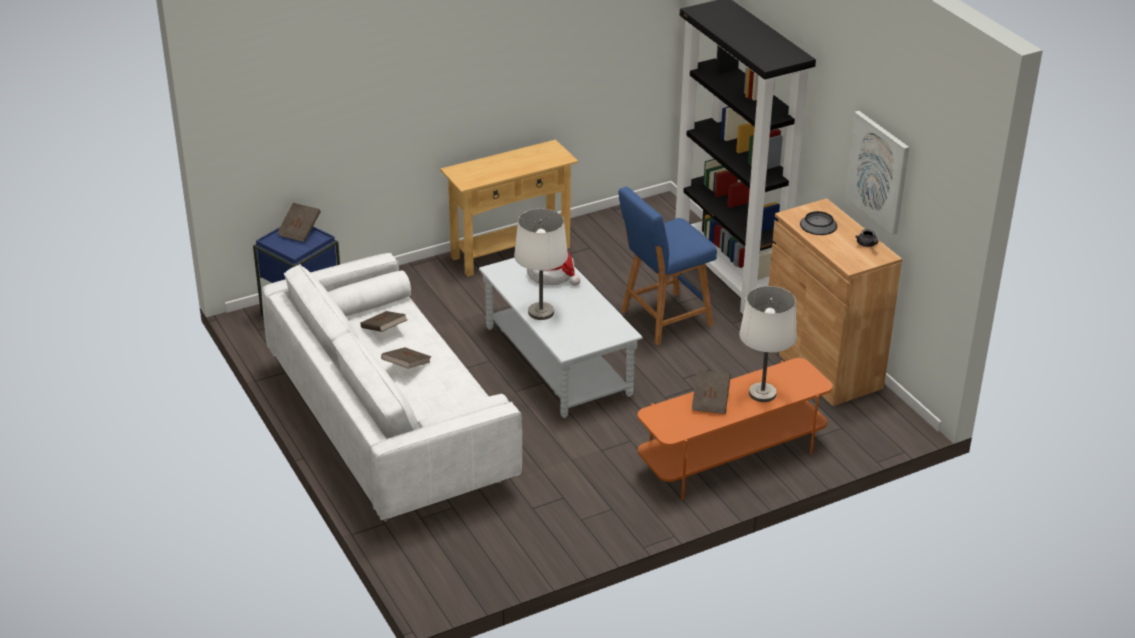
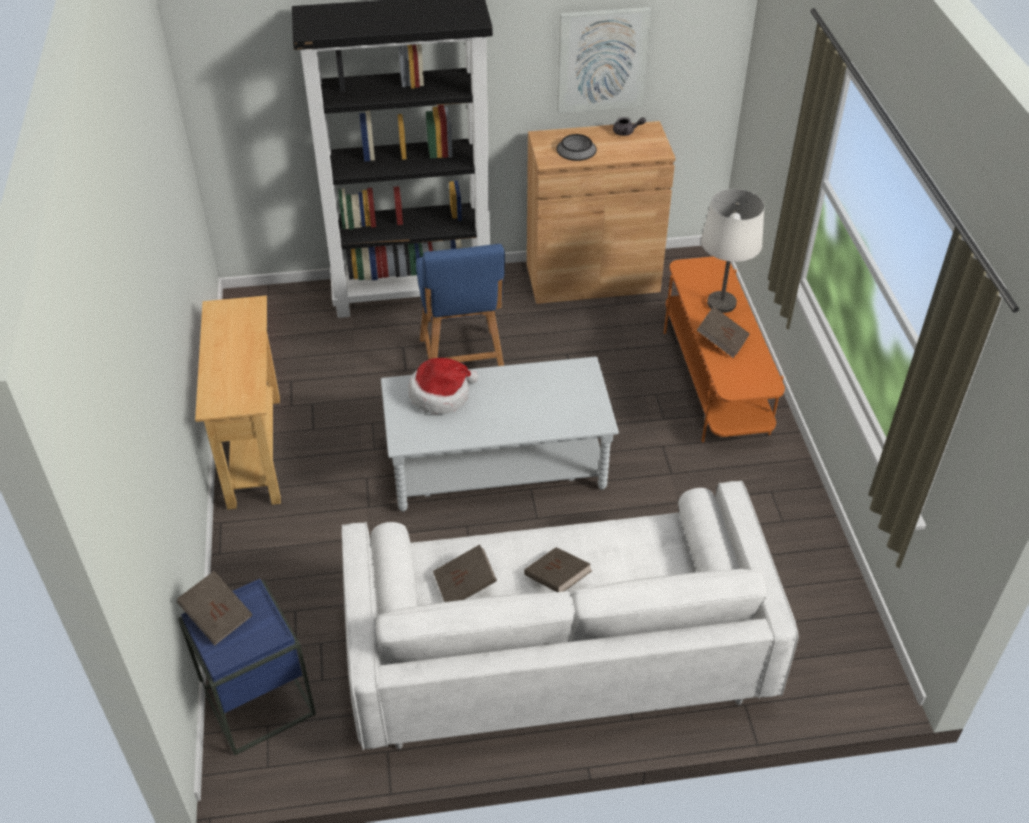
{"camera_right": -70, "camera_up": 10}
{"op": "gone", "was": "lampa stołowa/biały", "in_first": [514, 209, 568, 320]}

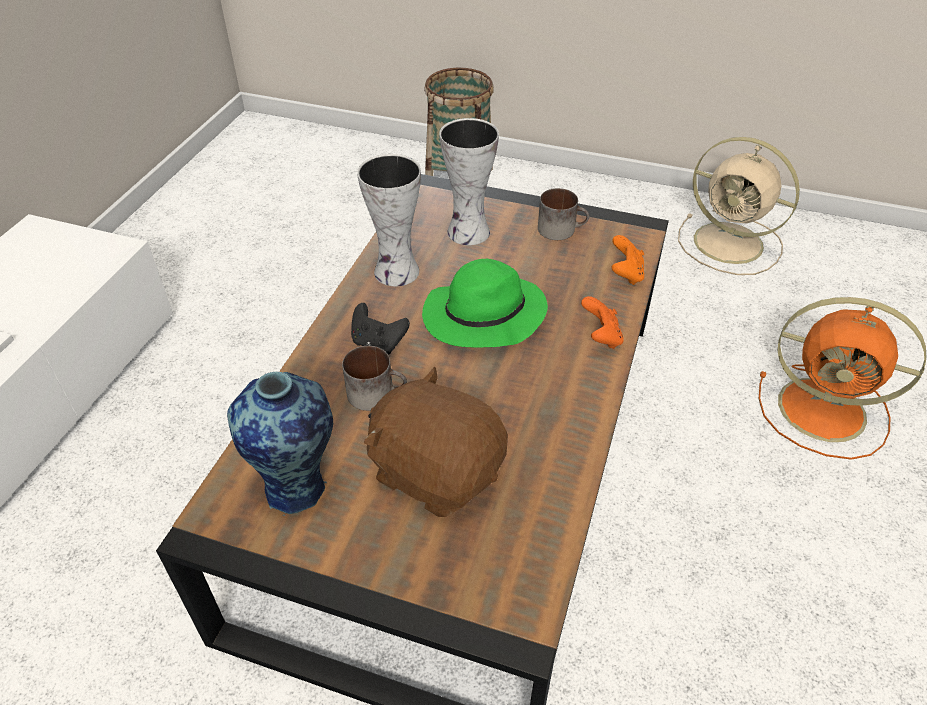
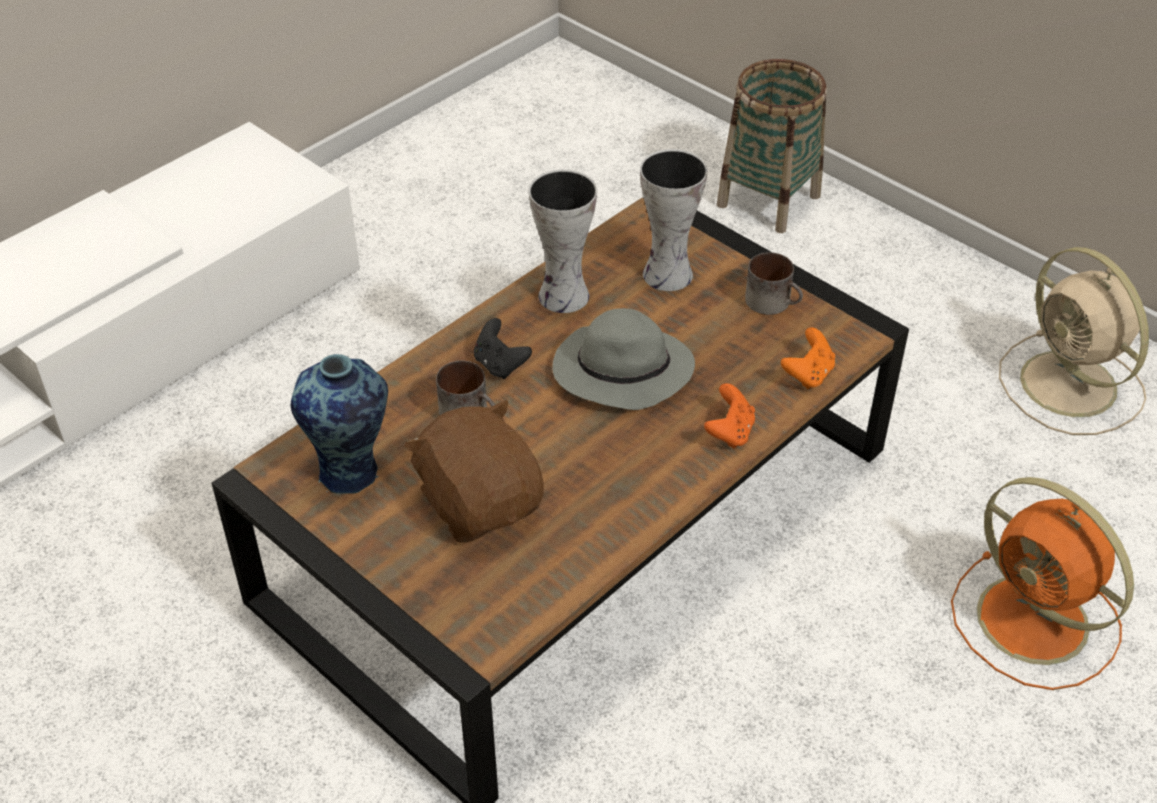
{"camera_right": 25, "camera_up": 0}
{"op": "repainted", "was": "kapelusz/zielony", "now": "kapelusz/szary", "in_first": [422, 259, 548, 348], "in_second": [552, 308, 695, 410]}

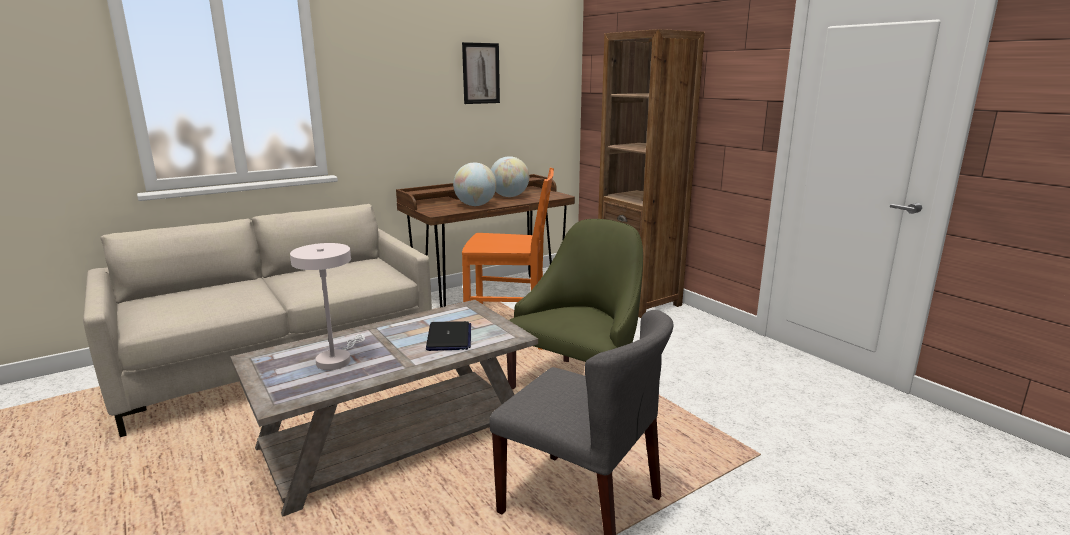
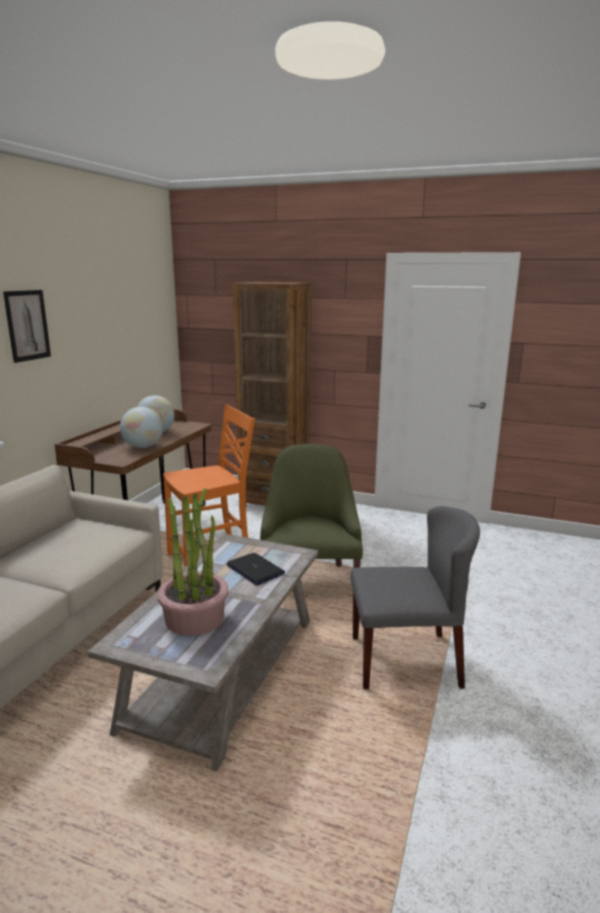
{"camera_right": -35, "camera_up": 0}
{"op": "swapped", "was": "lampa stołowa/biały", "now": "roślina doniczkowa", "in_first": [290, 243, 365, 370], "in_second": [157, 488, 229, 636]}
{"op": "shifted", "was": "obraz", "in_first": [462, 42, 500, 104], "in_second": [3, 290, 51, 363]}

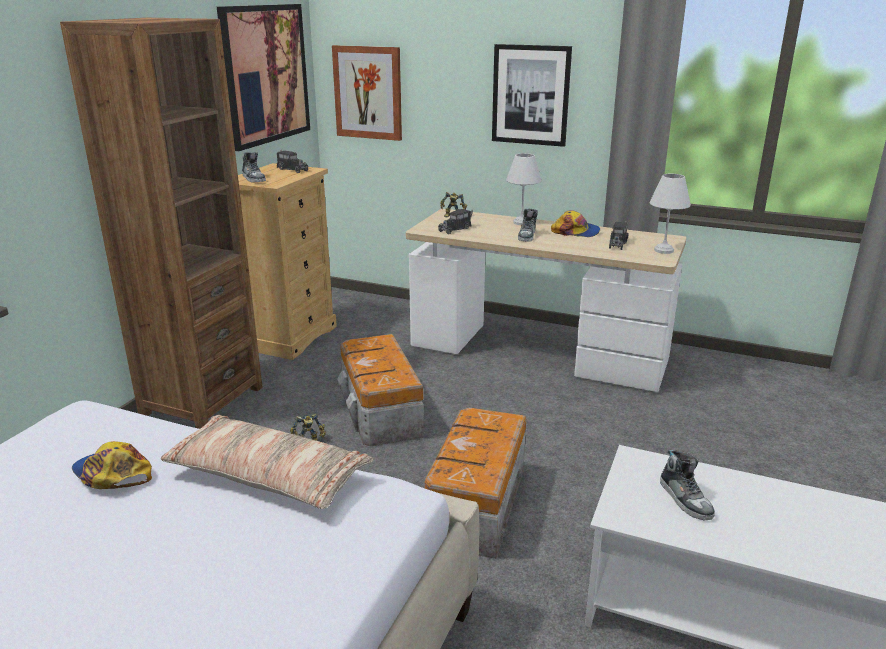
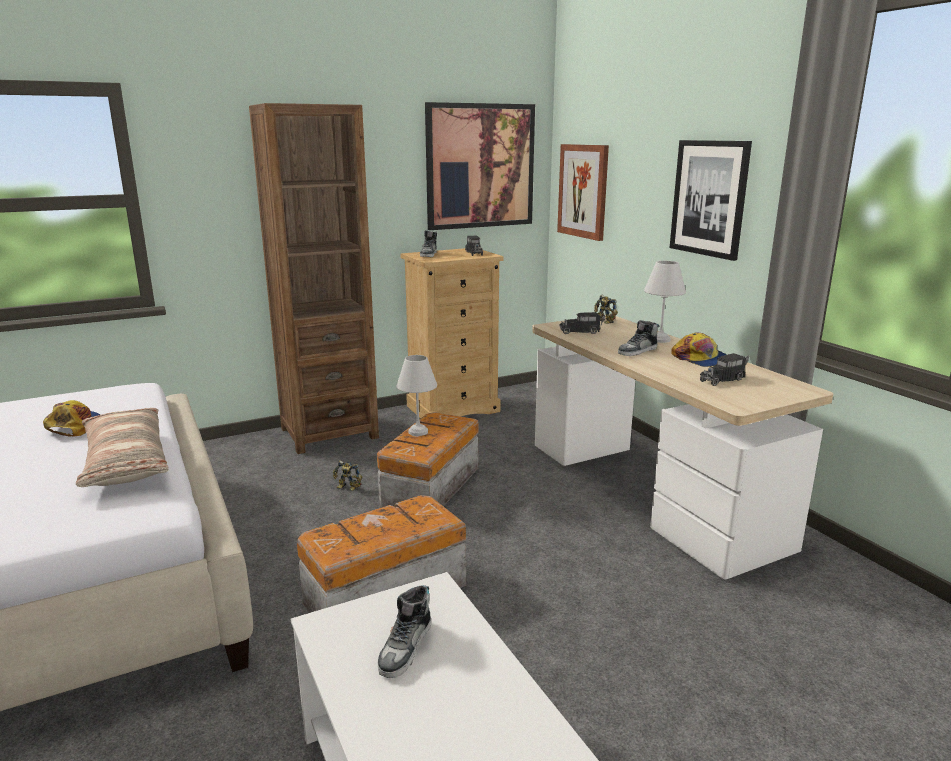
{"camera_right": 40, "camera_up": -5}
{"op": "shifted", "was": "lampa stołowa/biały", "in_first": [650, 174, 691, 254], "in_second": [396, 355, 437, 436]}

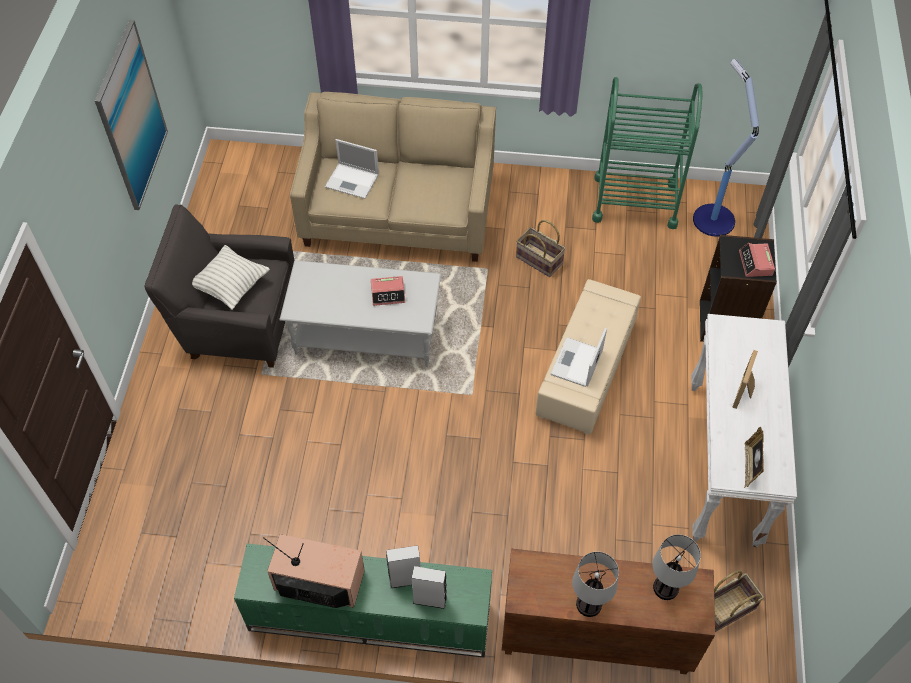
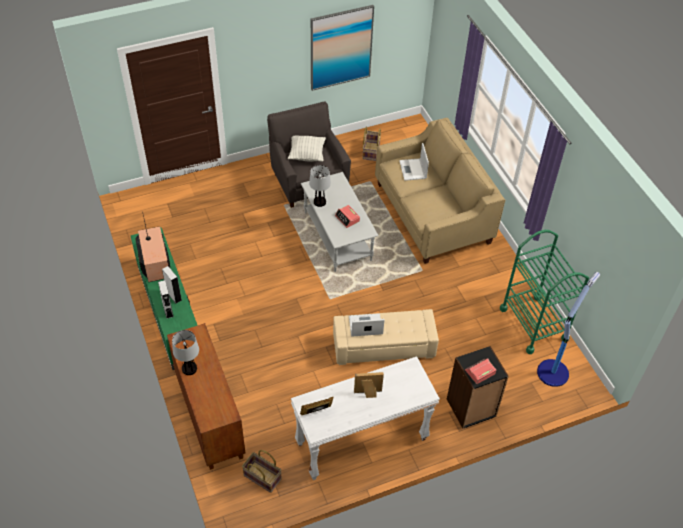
{"camera_right": 60, "camera_up": -5}
{"op": "shifted", "was": "koszyk", "in_first": [516, 220, 566, 277], "in_second": [362, 127, 381, 161]}
{"op": "shifted", "was": "lampa stołowa", "in_first": [652, 535, 701, 600], "in_second": [309, 165, 331, 207]}

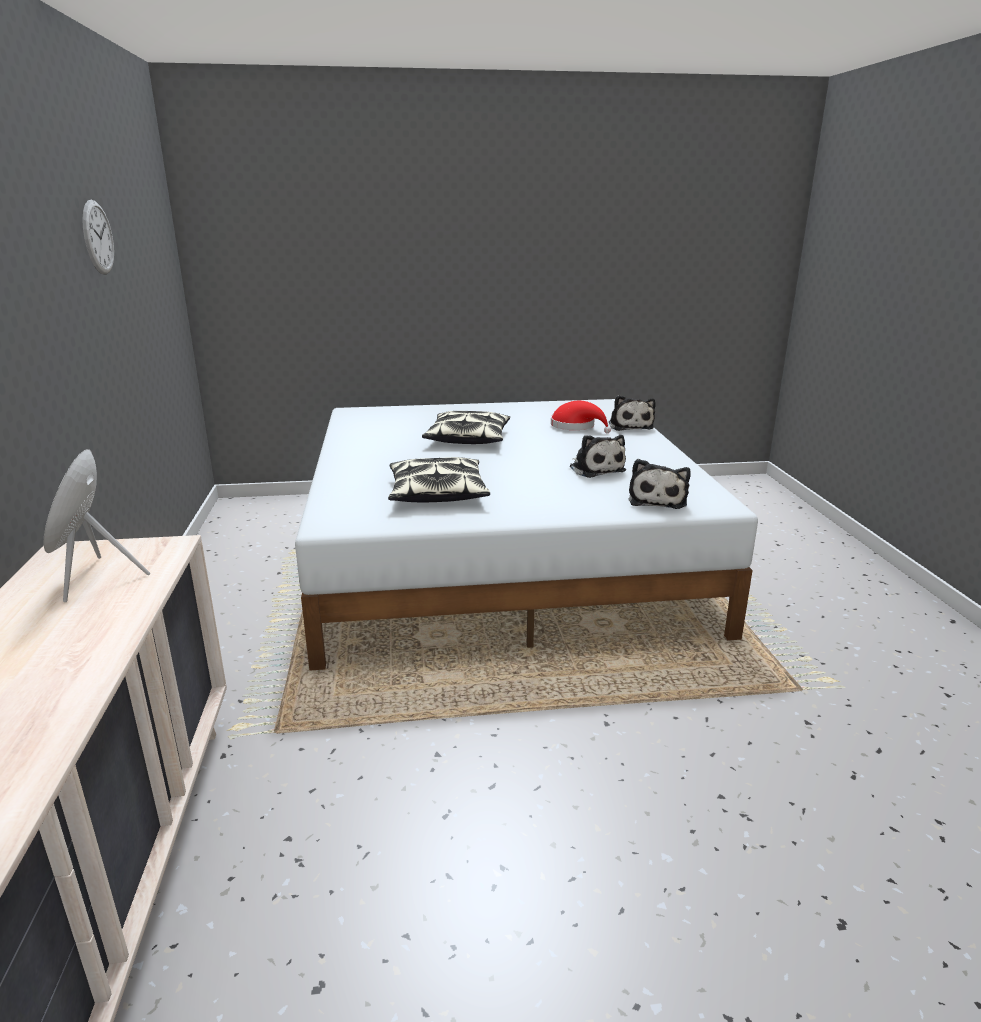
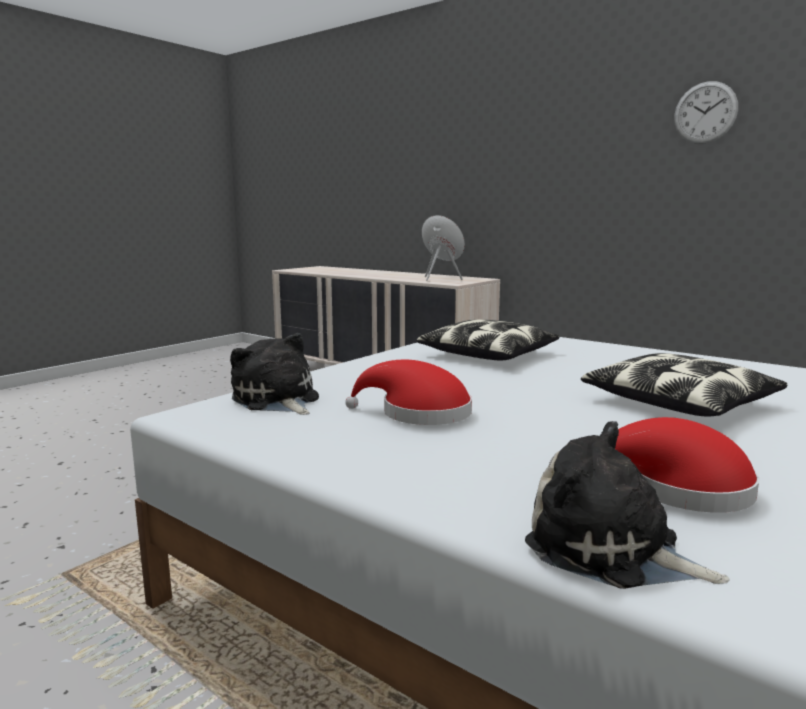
{"camera_right": 135, "camera_up": -10}
{"op": "swapped", "was": "pluszak", "now": "kapelusz/czerwony", "in_first": [569, 435, 626, 478], "in_second": [345, 360, 472, 425]}

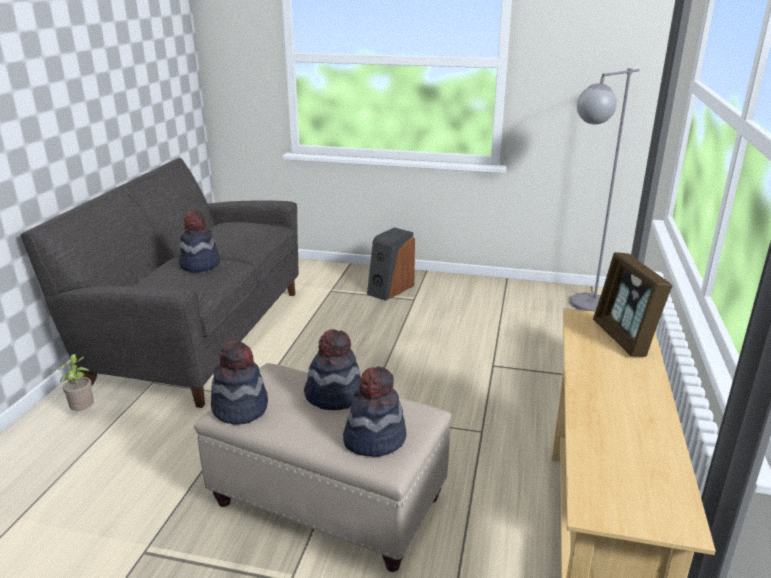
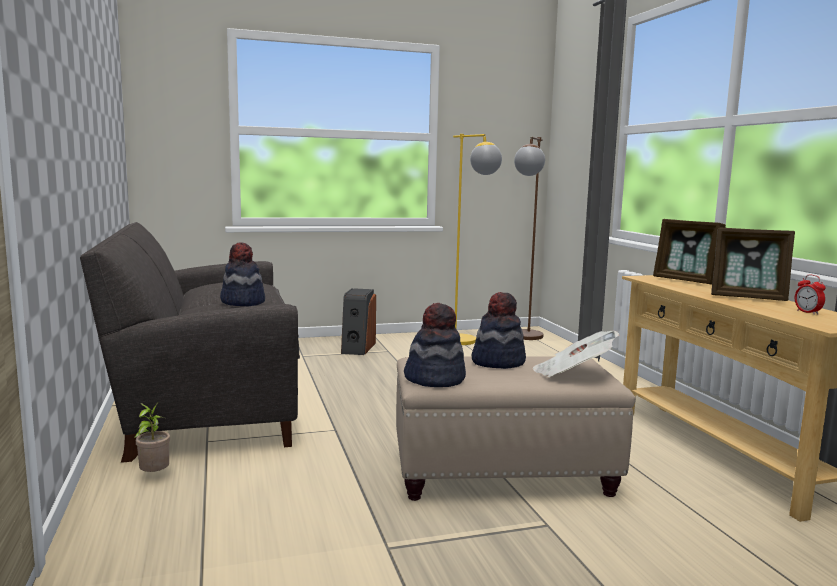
{"camera_right": -30, "camera_up": -15}
{"op": "swapped", "was": "kapelusz", "now": "gazeta", "in_first": [343, 366, 407, 457], "in_second": [532, 331, 619, 377]}
{"op": "repainted", "was": "lampa stojąca/szary", "now": "lampa stojąca/brązowy", "in_first": [570, 68, 640, 311], "in_second": [514, 137, 545, 340]}
{"op": "new", "now": "lampa stojąca/żółty", "in_second": [453, 134, 502, 345]}
{"op": "new", "now": "ramka na zdjęcie", "in_second": [711, 227, 795, 301]}
{"op": "new", "now": "budzik", "in_second": [795, 275, 825, 315]}

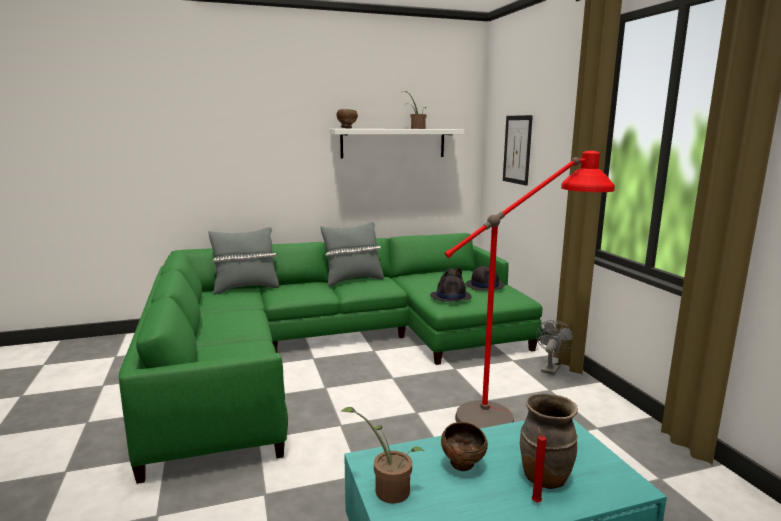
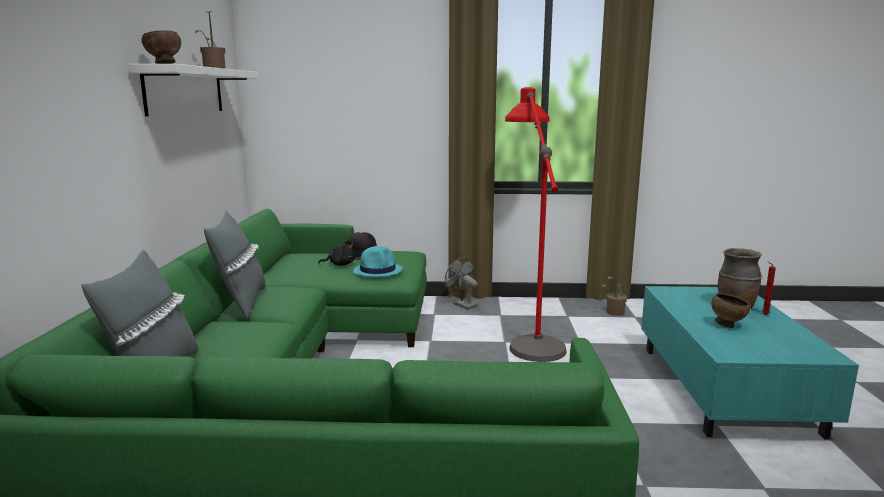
{"camera_right": -70, "camera_up": 0}
{"op": "shifted", "was": "roślina doniczkowa", "in_first": [342, 407, 424, 504], "in_second": [601, 276, 627, 316]}
{"op": "repainted", "was": "kapelusz/czarny", "now": "kapelusz/turkusowy", "in_first": [430, 276, 472, 302], "in_second": [353, 246, 403, 277]}
{"op": "gone", "was": "obraz", "in_first": [503, 115, 533, 186]}

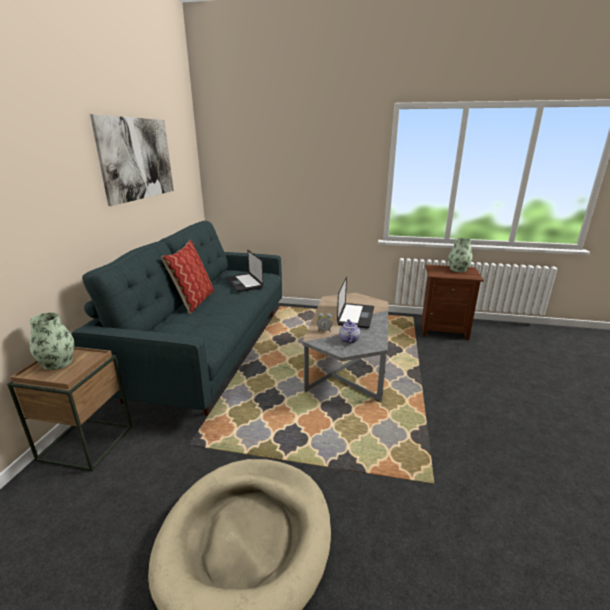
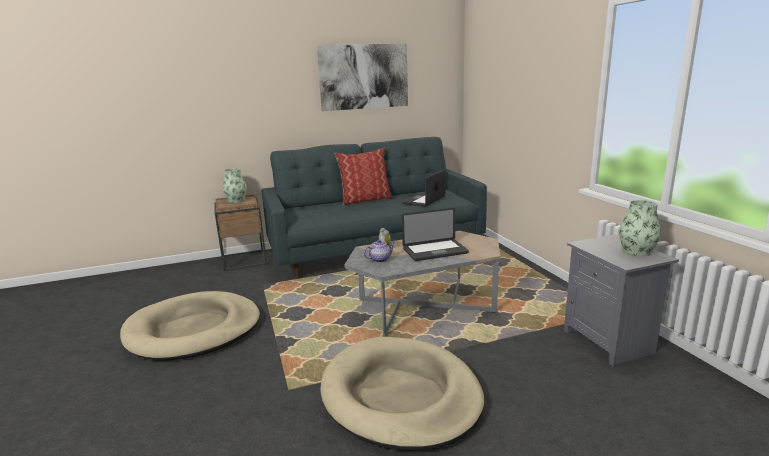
{"camera_right": 60, "camera_up": -5}
{"op": "repainted", "was": "szafka nocna/brązowy", "now": "szafka nocna/szary", "in_first": [421, 265, 484, 340], "in_second": [564, 234, 679, 367]}
{"op": "new", "now": "legowisko/beżowy", "in_second": [320, 337, 484, 450]}

